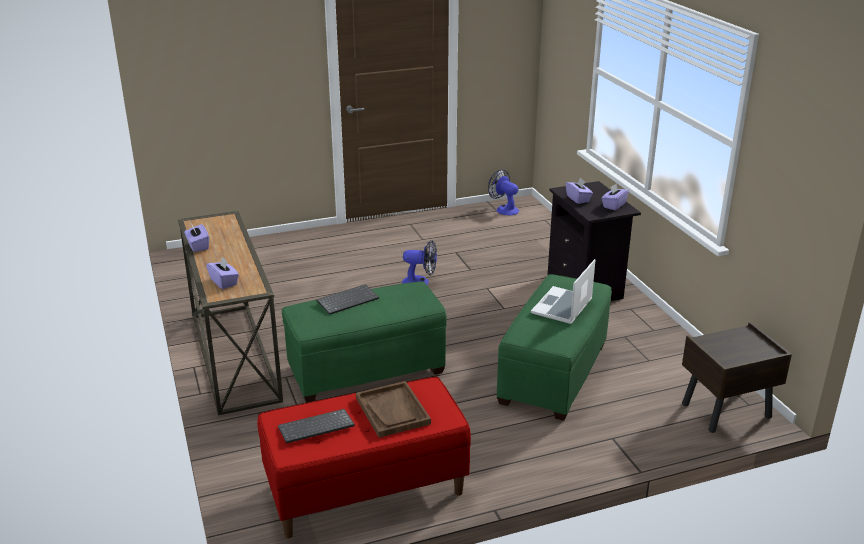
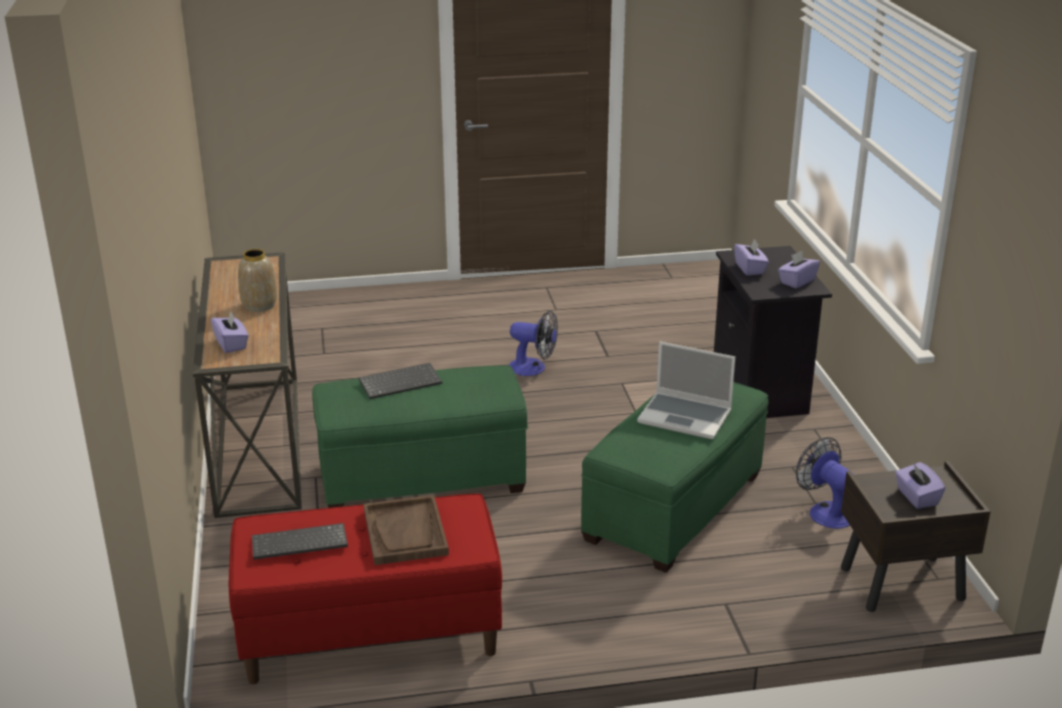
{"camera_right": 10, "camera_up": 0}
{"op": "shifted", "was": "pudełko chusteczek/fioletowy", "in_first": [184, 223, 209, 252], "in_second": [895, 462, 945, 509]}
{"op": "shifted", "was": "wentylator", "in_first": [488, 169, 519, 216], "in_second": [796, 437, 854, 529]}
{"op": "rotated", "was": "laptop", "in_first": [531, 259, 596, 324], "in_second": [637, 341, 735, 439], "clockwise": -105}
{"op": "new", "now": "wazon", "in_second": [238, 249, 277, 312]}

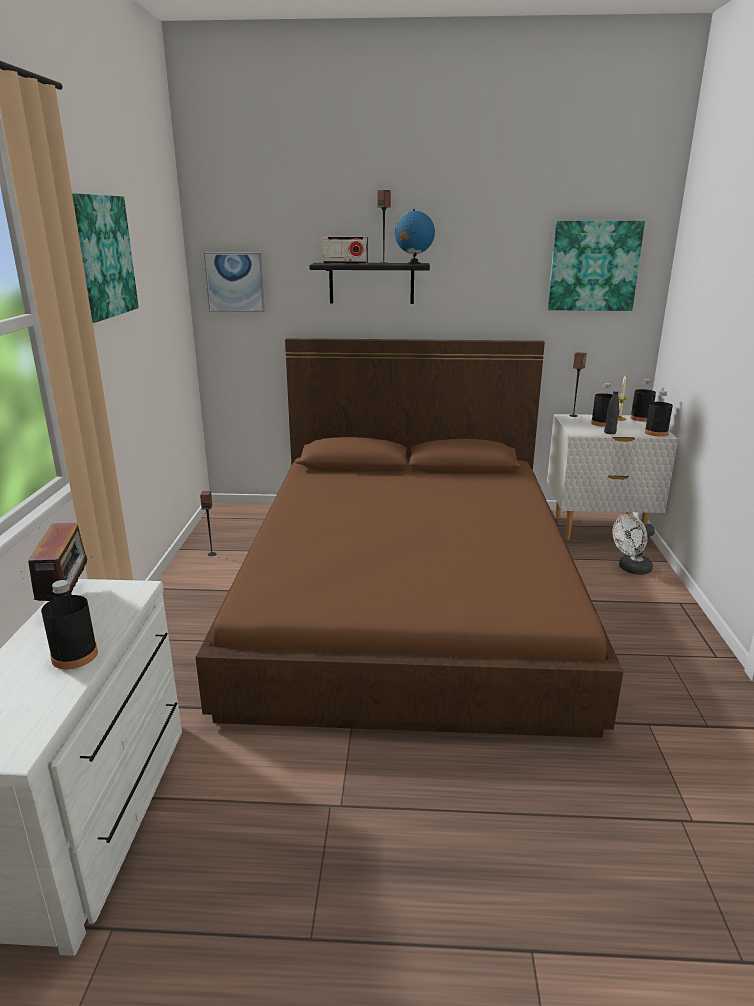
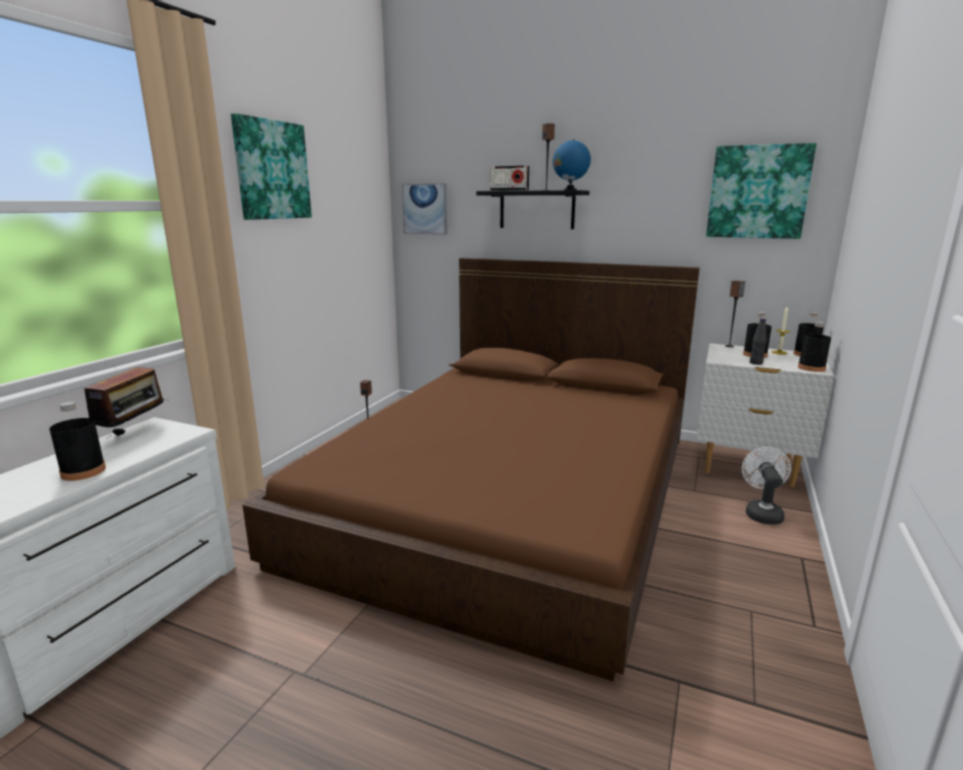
{"camera_right": 20, "camera_up": -5}
{"op": "rotated", "was": "wentylator/biały", "in_first": [612, 514, 655, 575], "in_second": [742, 447, 791, 525], "clockwise": 105}

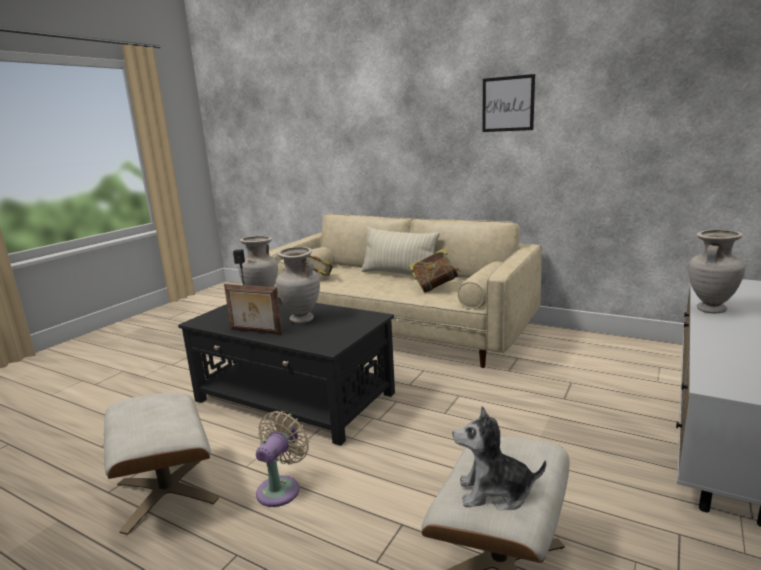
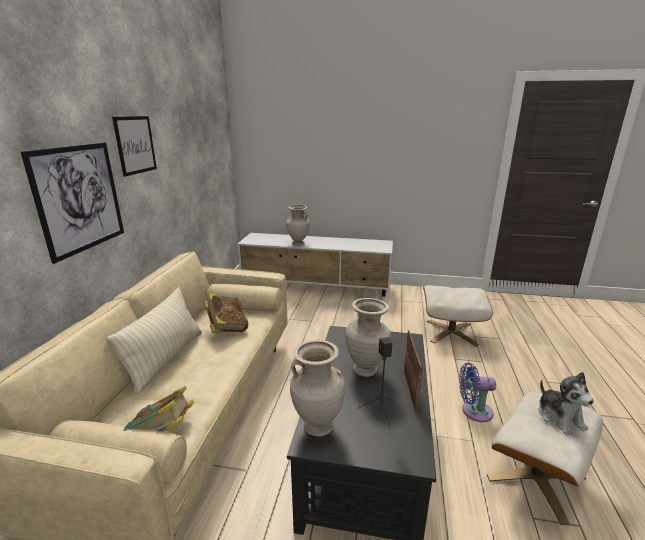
{"camera_right": -110, "camera_up": 5}
{"op": "repainted", "was": "wentylator/beżowy", "now": "wentylator/niebieski", "in_first": [256, 411, 309, 507], "in_second": [459, 363, 496, 422]}
{"op": "shifted", "was": "pluszak", "in_first": [452, 406, 546, 511], "in_second": [539, 372, 594, 435]}
{"op": "new", "now": "obraz", "in_second": [21, 143, 124, 264]}

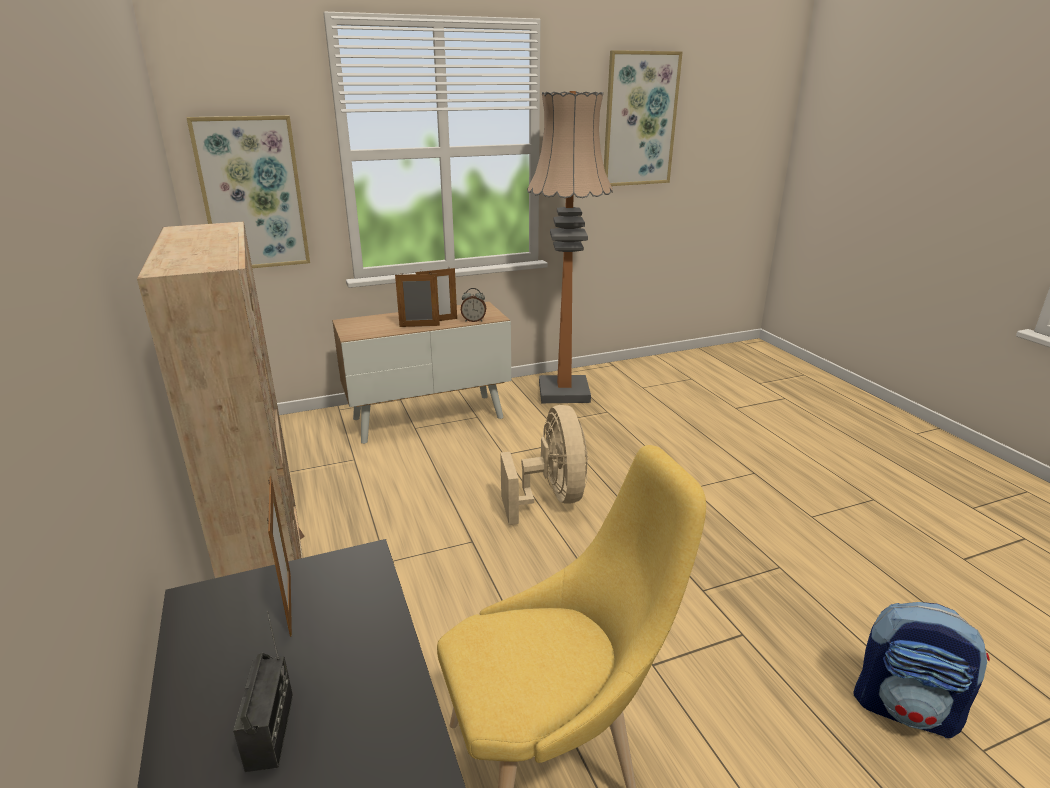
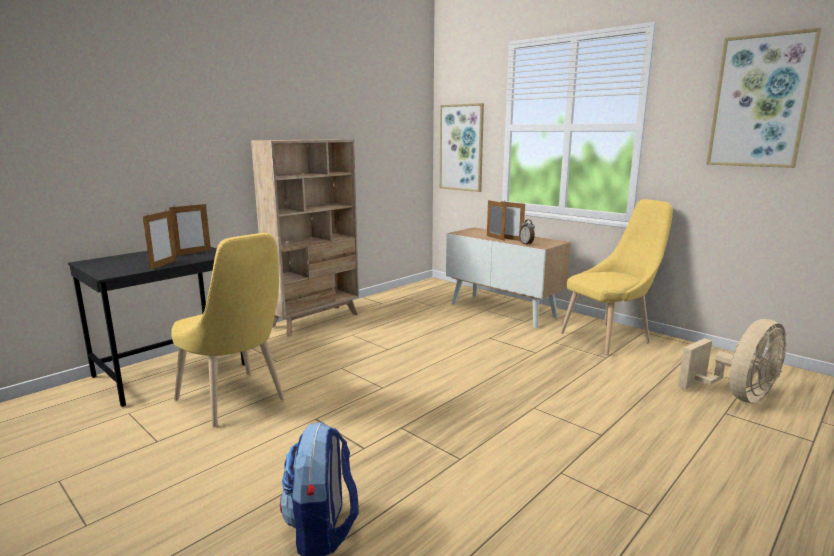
{"camera_right": 65, "camera_up": -10}
{"op": "gone", "was": "radio", "in_first": [233, 611, 293, 772]}
{"op": "shifted", "was": "wentylator/beżowy", "in_first": [500, 405, 588, 525], "in_second": [678, 319, 786, 403]}
{"op": "swapped", "was": "lampa stojąca", "now": "krzesło/żółty", "in_first": [527, 91, 613, 403], "in_second": [560, 199, 673, 355]}
{"op": "new", "now": "ramka na zdjęcie", "in_second": [143, 209, 177, 270]}

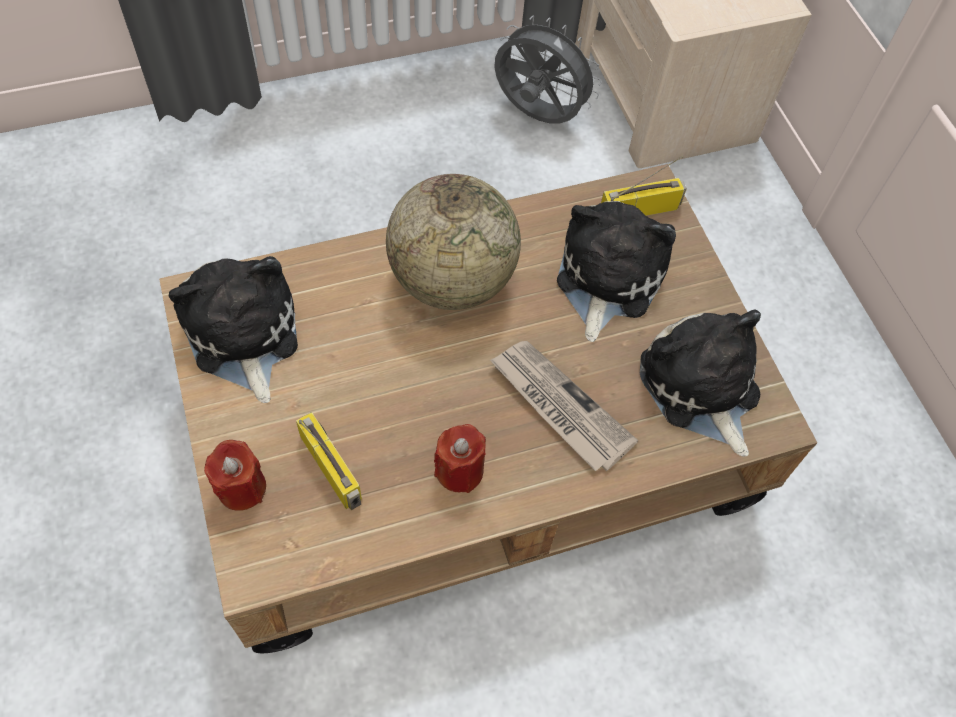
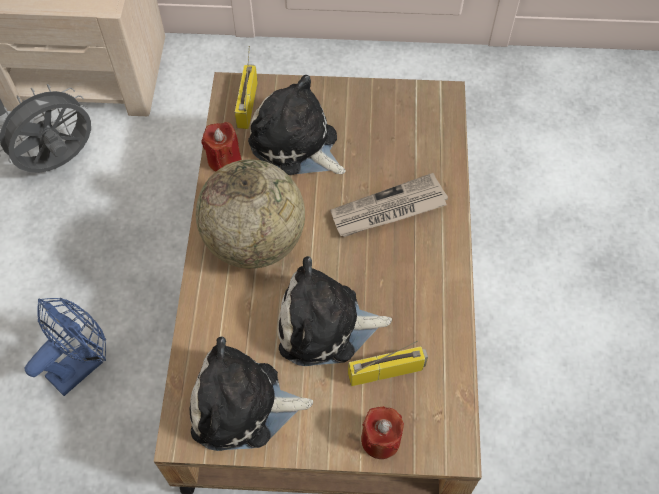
{"camera_right": -65, "camera_up": 0}
{"op": "shifted", "was": "świeca/czerwony", "in_first": [434, 424, 486, 493], "in_second": [202, 122, 241, 171]}
{"op": "shifted", "was": "pluszak", "in_first": [640, 310, 761, 456], "in_second": [278, 256, 392, 366]}
{"op": "new", "now": "wentylator/niebieski", "in_second": [24, 298, 106, 396]}

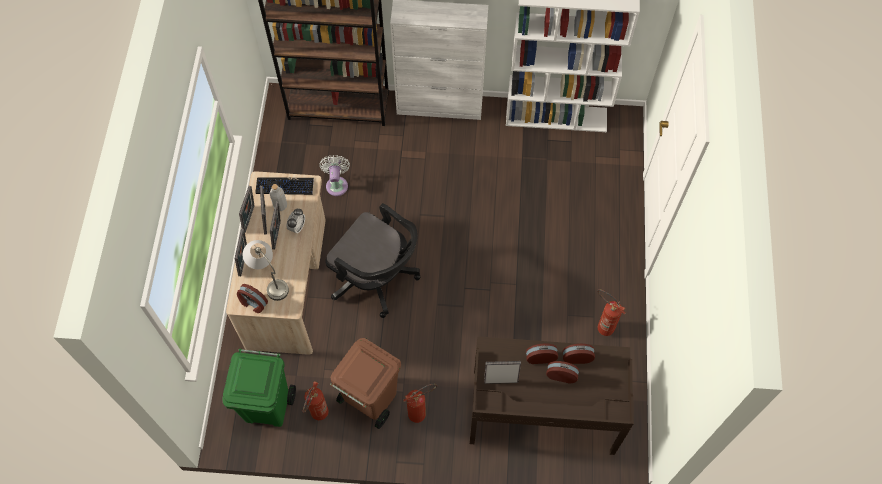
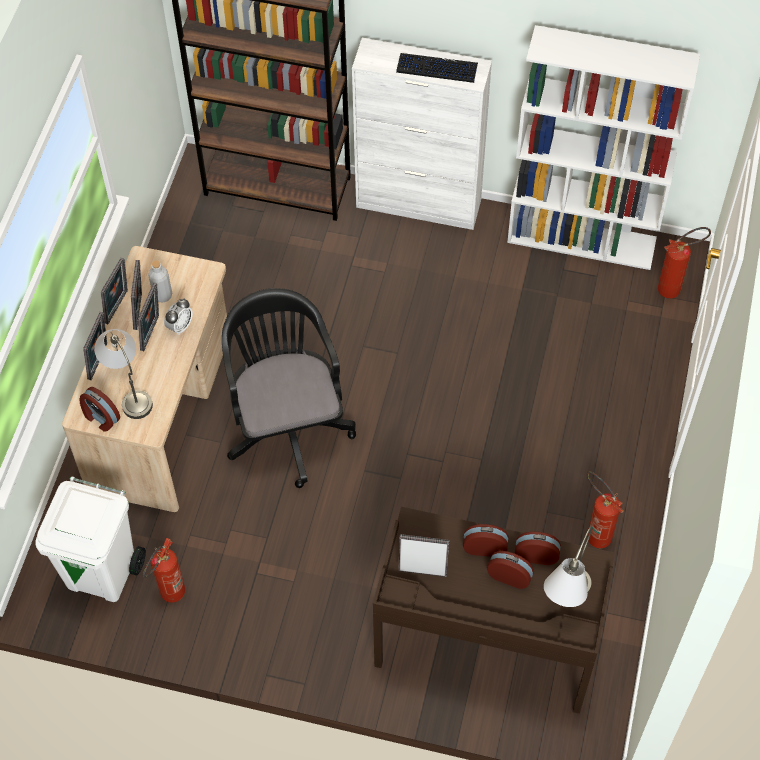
{"camera_right": 10, "camera_up": -5}
{"op": "repainted", "was": "kosz na śmieci/zielony", "now": "kosz na śmieci/biały", "in_first": [222, 349, 296, 427], "in_second": [35, 477, 146, 602]}
{"op": "shifted", "was": "klawiatura", "in_first": [255, 177, 314, 195], "in_second": [396, 53, 478, 83]}
{"op": "gone", "was": "wentylator/biały", "in_first": [319, 155, 350, 196]}
{"op": "rotated", "was": "krzesło biurowe/czarny", "in_first": [325, 203, 420, 318], "in_second": [222, 288, 356, 488], "clockwise": -150}
{"op": "gone", "was": "kosz na śmieci/brązowy", "in_first": [330, 338, 401, 429]}
{"op": "shifted", "was": "gaśnica", "in_first": [403, 384, 437, 423], "in_second": [658, 227, 711, 299]}
{"op": "new", "now": "lampa stołowa/szary", "in_second": [544, 526, 592, 607]}

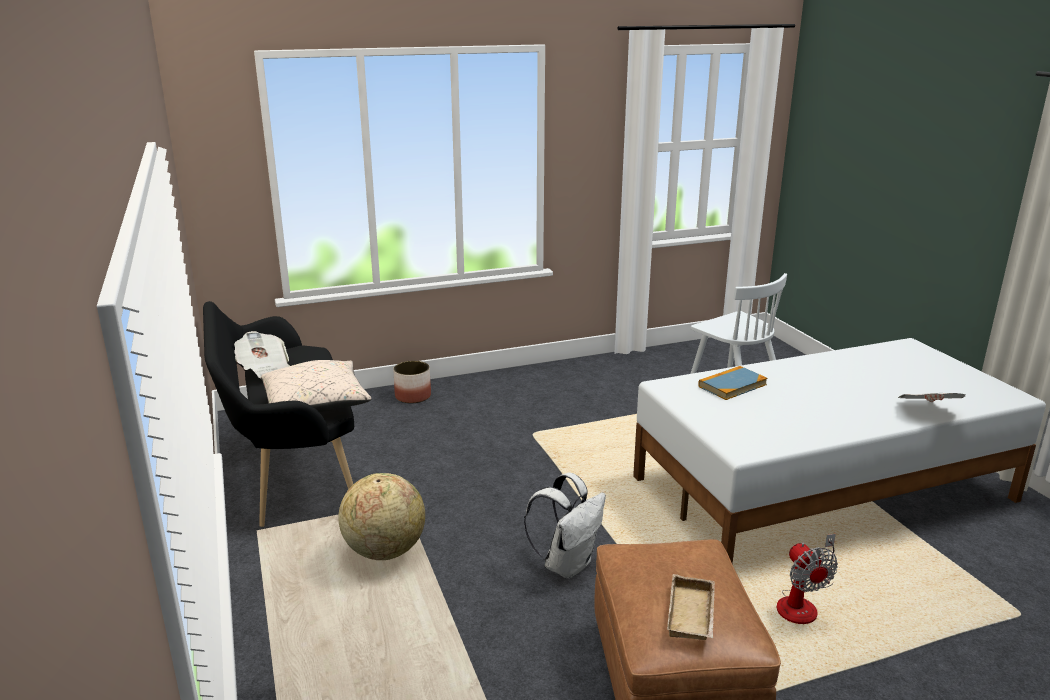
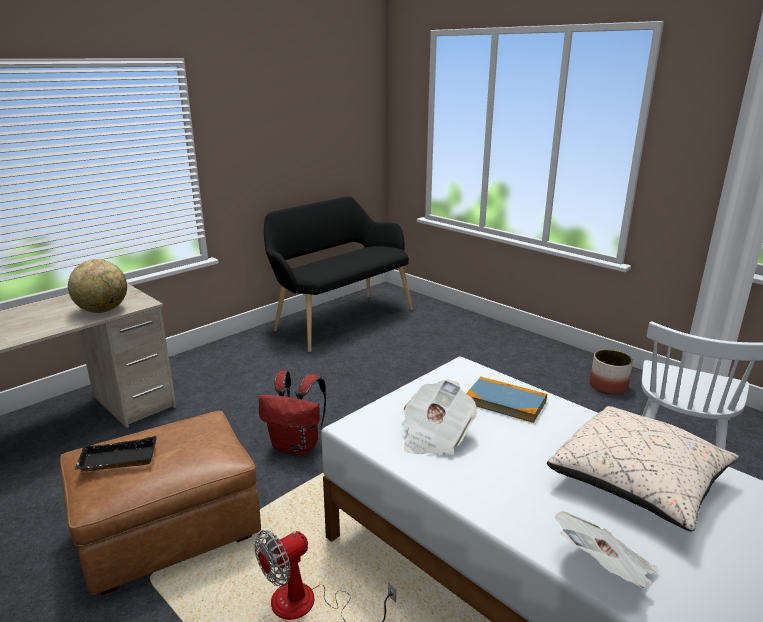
{"camera_right": 65, "camera_up": 0}
{"op": "shifted", "was": "gazeta", "in_first": [234, 331, 290, 379], "in_second": [402, 380, 477, 455]}
{"op": "shifted", "was": "poduszka/beżowy", "in_first": [261, 360, 371, 412], "in_second": [547, 406, 739, 531]}
{"op": "shifted", "was": "donica", "in_first": [393, 361, 431, 403], "in_second": [590, 349, 633, 394]}
{"op": "repainted", "was": "plecak/biały", "now": "plecak/czerwony", "in_first": [524, 473, 606, 579], "in_second": [259, 371, 326, 455]}
{"op": "repainted", "was": "taca/beżowy", "now": "taca/czarny", "in_first": [667, 574, 715, 640], "in_second": [74, 436, 157, 471]}

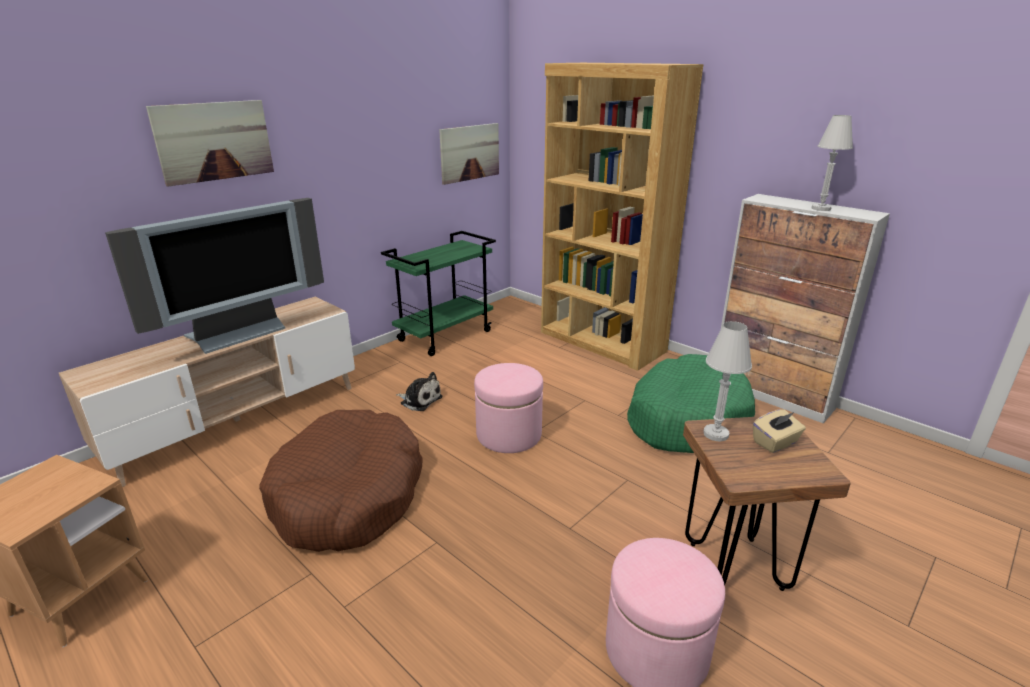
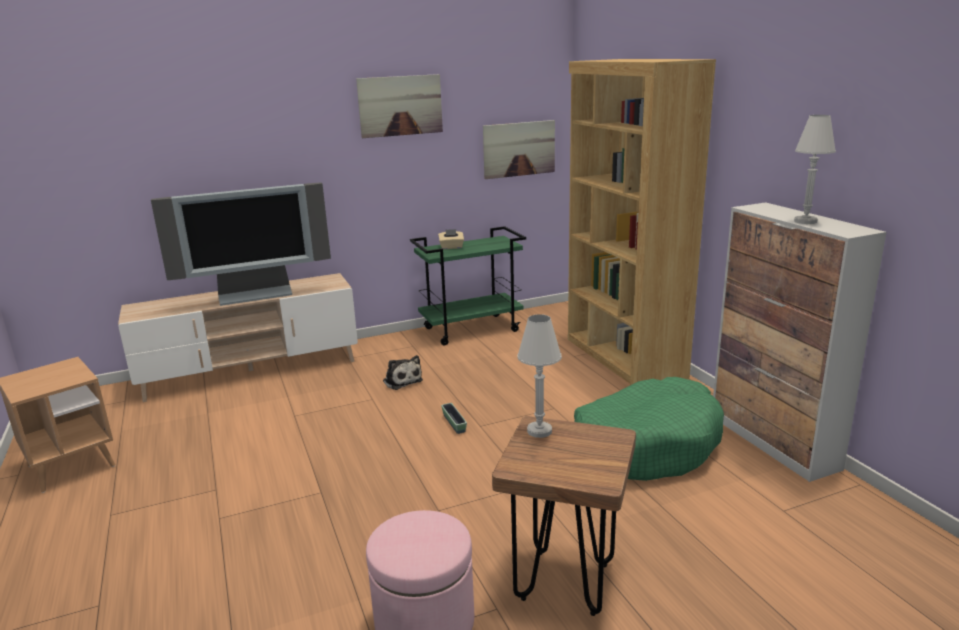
{"camera_right": 25, "camera_up": -5}
{"op": "shifted", "was": "obraz", "in_first": [146, 100, 274, 187], "in_second": [356, 74, 443, 138]}
{"op": "gone", "was": "legowisko/brązowy", "in_first": [259, 410, 423, 552]}
{"op": "swapped", "was": "pufa/różowy", "now": "donica", "in_first": [474, 363, 543, 453], "in_second": [441, 403, 467, 434]}
{"op": "shifted", "was": "pudełko chusteczek/beżowy", "in_first": [753, 410, 806, 453], "in_second": [438, 229, 464, 249]}

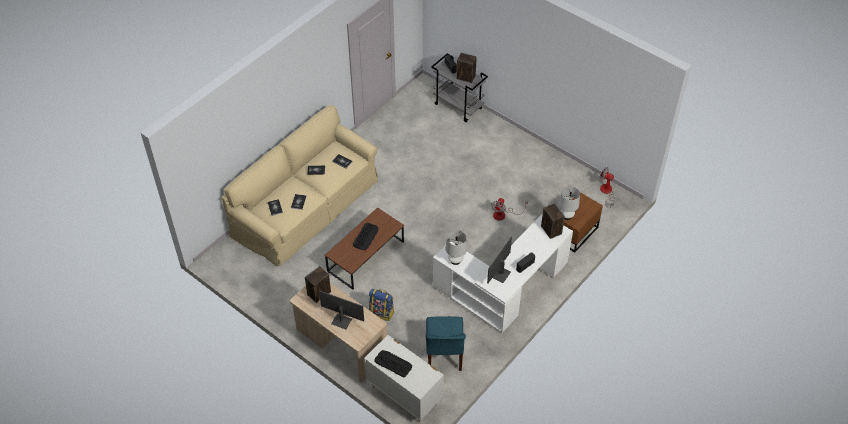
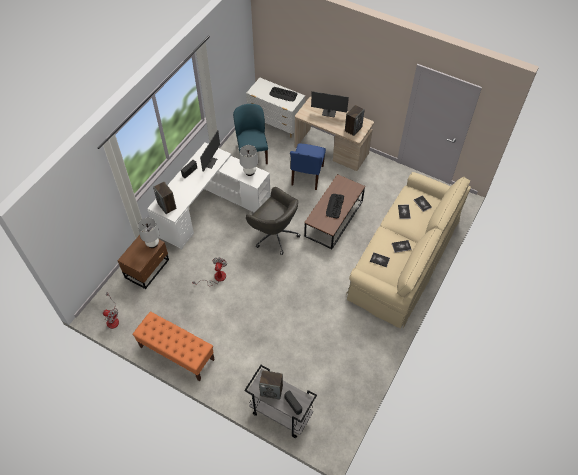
{"camera_right": 170, "camera_up": 5}
{"op": "swapped", "was": "plecak", "now": "krzesło/niebieski", "in_first": [369, 289, 394, 321], "in_second": [290, 143, 326, 190]}
{"op": "new", "now": "ławka/pomarańczowy", "in_second": [132, 311, 215, 381]}
{"op": "new", "now": "krzesło biurowe/szary", "in_second": [246, 187, 301, 255]}

